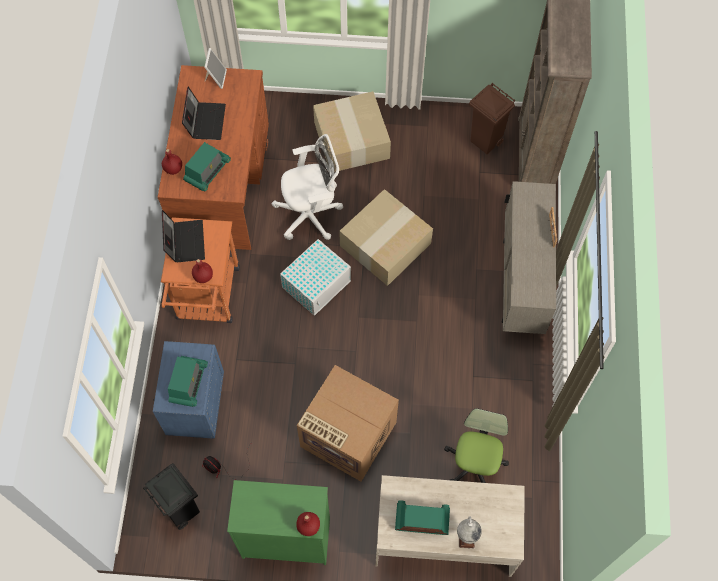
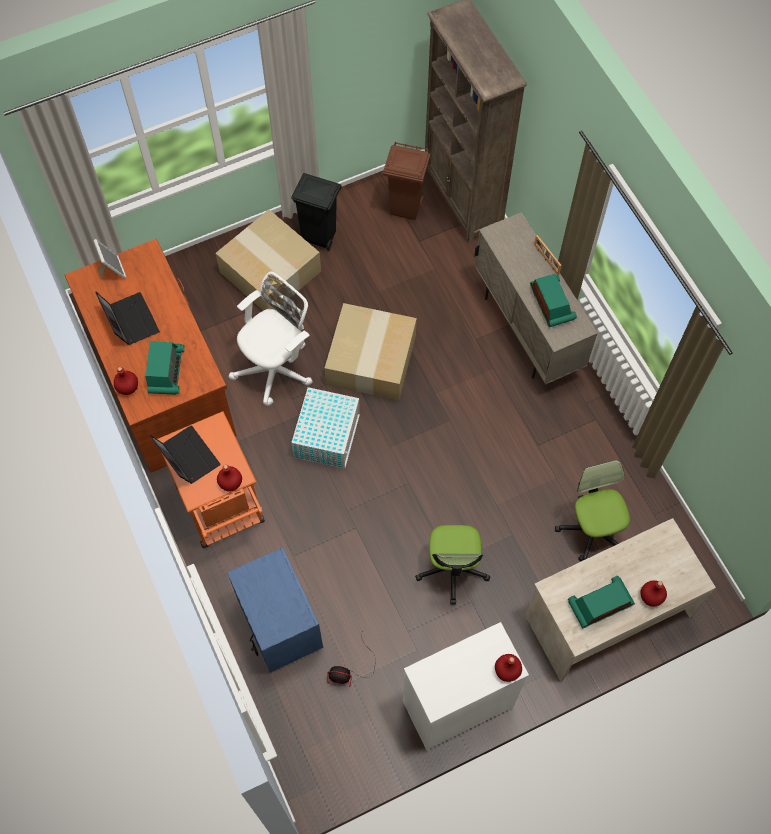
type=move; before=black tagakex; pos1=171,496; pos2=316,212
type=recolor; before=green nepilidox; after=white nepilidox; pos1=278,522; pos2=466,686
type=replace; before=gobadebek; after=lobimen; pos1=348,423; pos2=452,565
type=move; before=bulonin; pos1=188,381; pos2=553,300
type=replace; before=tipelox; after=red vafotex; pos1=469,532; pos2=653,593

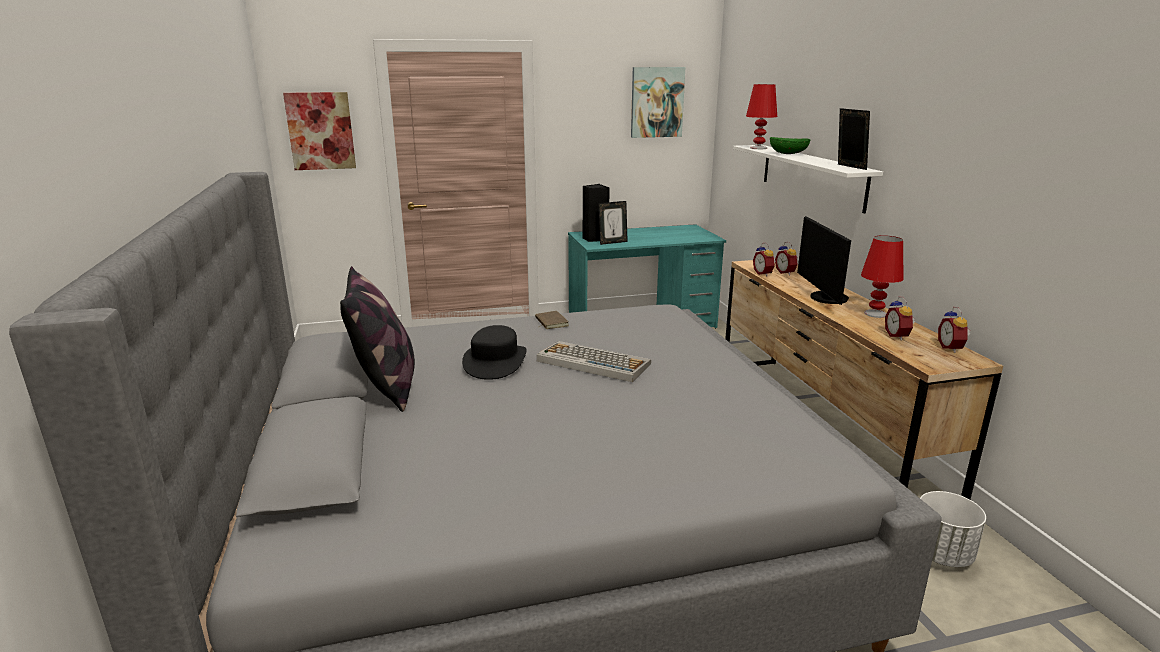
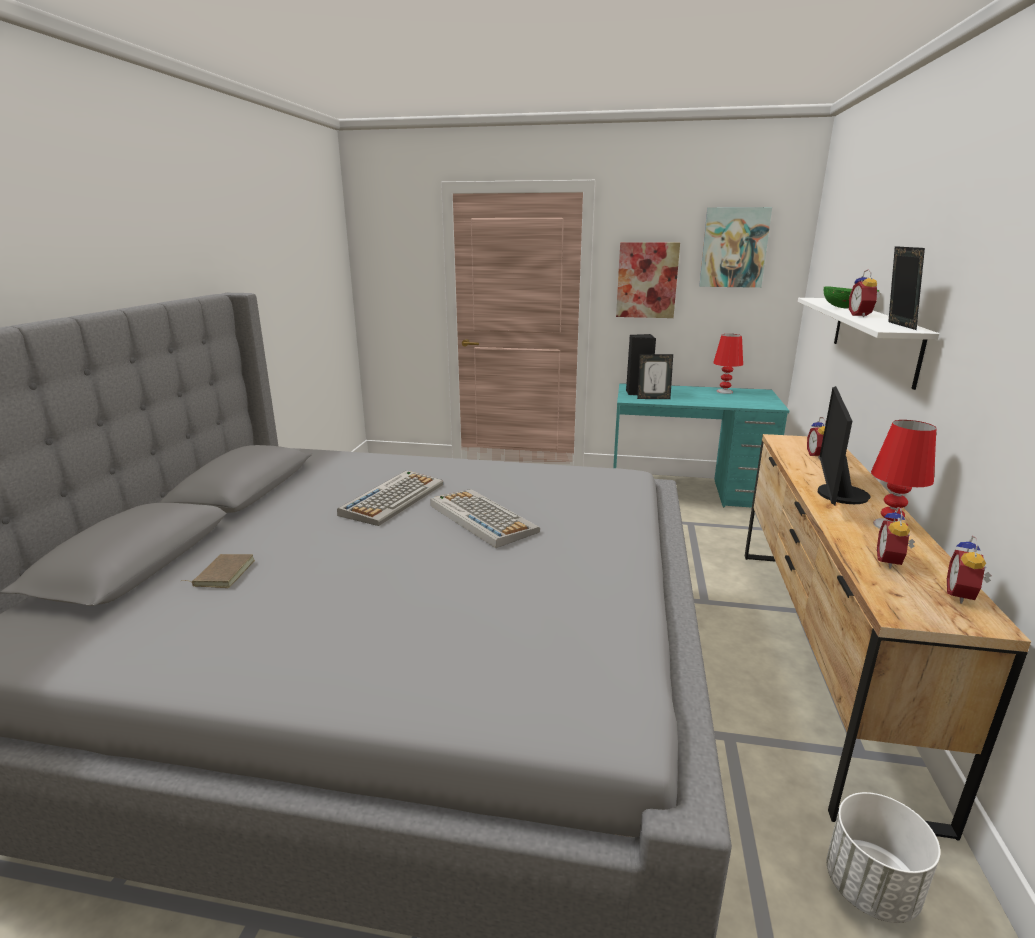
type=move; before=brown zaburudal; pos1=552,320; pos2=218,571
type=replace; before=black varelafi; after=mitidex; pos1=494,352; pos2=390,498
type=move; before=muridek; pos1=319,131; pos2=648,280
type=move; before=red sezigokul; pos1=761,116; pos2=728,364
type=move; before=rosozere; pos1=764,259; pos2=864,293
type=delete; before=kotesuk; pos1=377,339

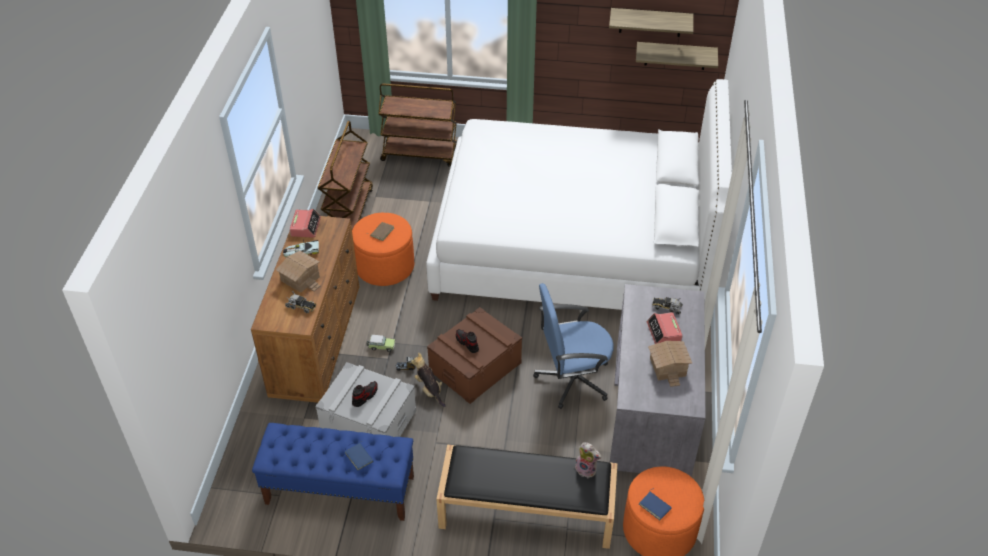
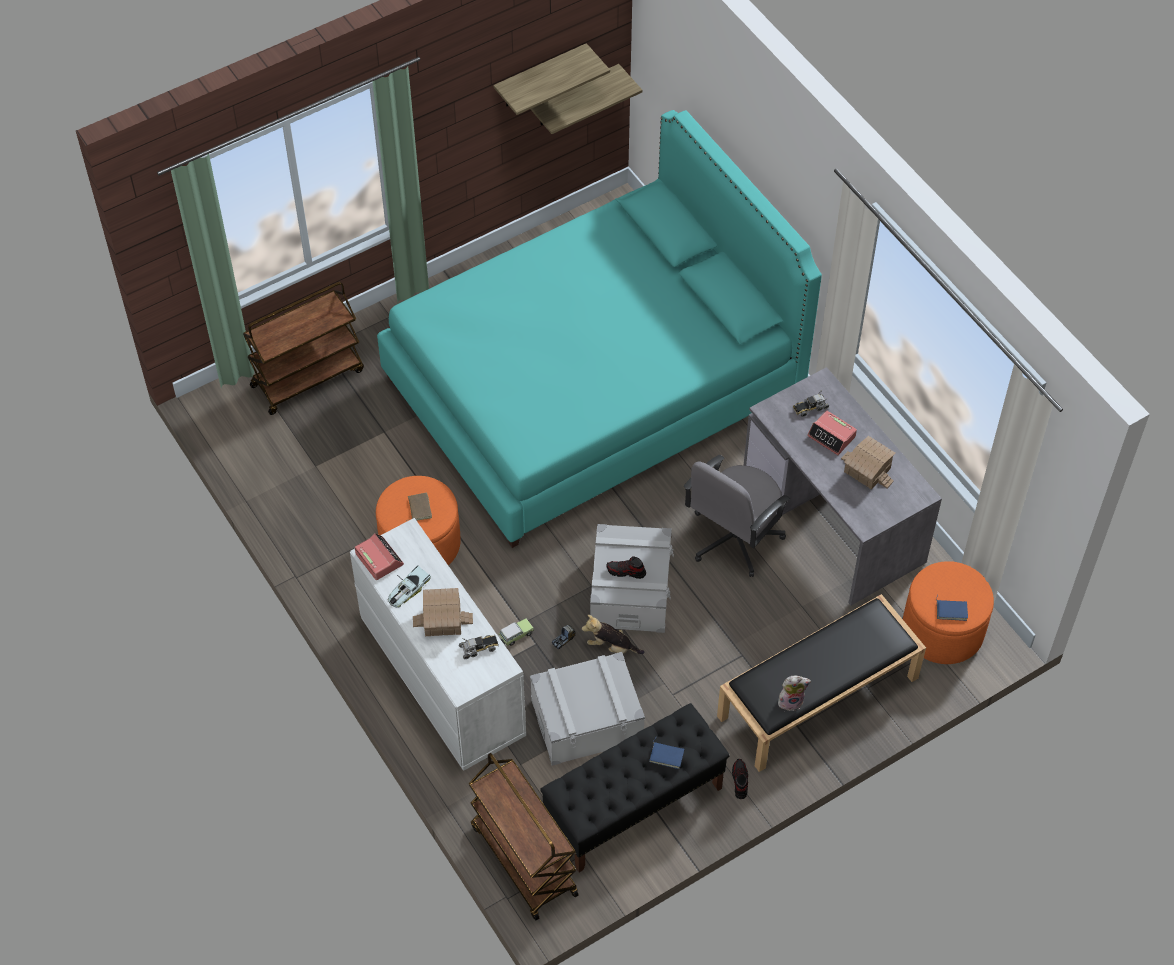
type=recolor; before=brown nepilidox; after=white nepilidox; pos1=305,309; pos2=438,644
type=recolor; before=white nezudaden; after=turquoise nezudaden; pos1=579,194; pos2=599,329
type=move; before=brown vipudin; pos1=345,175; pos2=523,836
type=recolor; before=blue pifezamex; after=black pifezamex; pos1=333,472; pos2=635,787
type=recolor; before=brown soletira; after=grey soletira; pos1=474,355; pos2=632,578
type=recolor; before=blue lobimen; after=grey lobimen; pos1=573,346; pos2=737,516
type=move; before=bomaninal; pos1=365,394; pos2=740,779
type=move; before=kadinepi; pos1=588,460; pos2=794,693

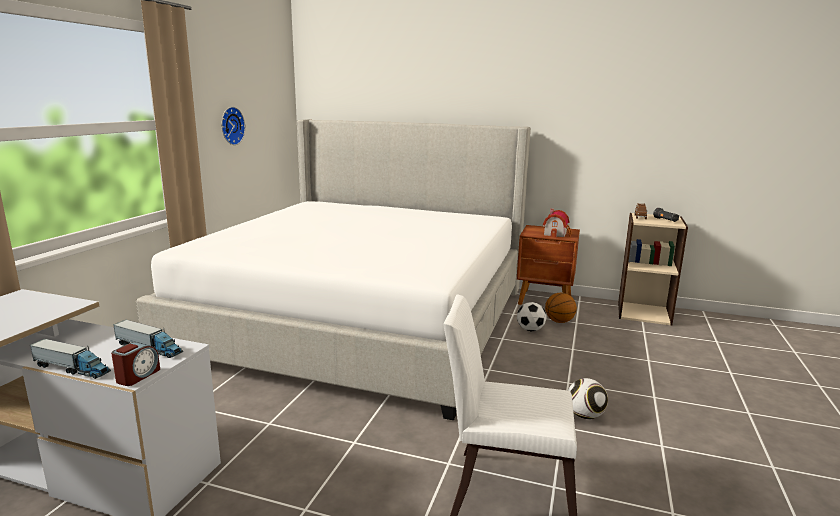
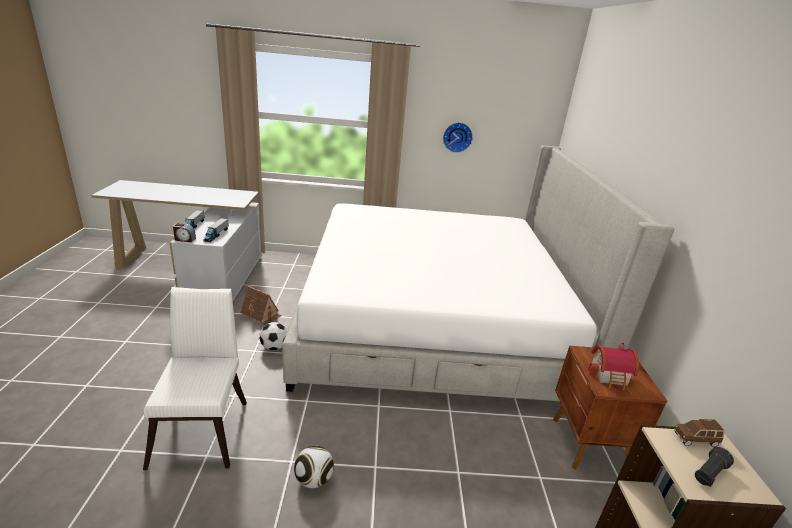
type=insert; after=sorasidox; pos2=260,305
type=move; before=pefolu; pos1=532,316; pos2=273,336
type=delete; before=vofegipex; pos1=561,308

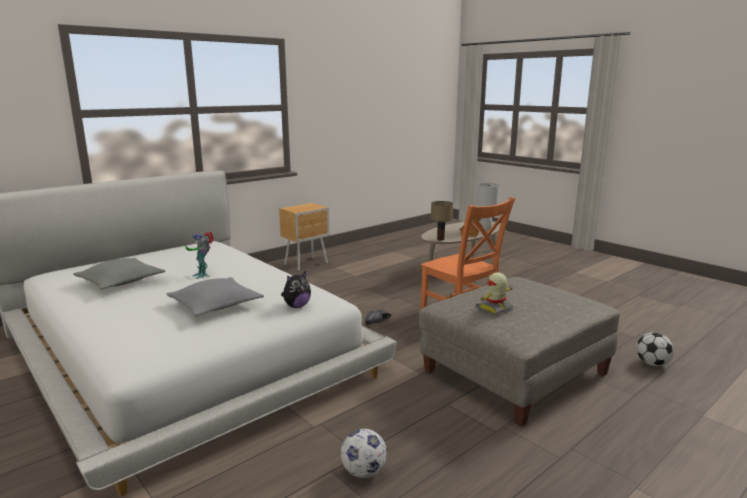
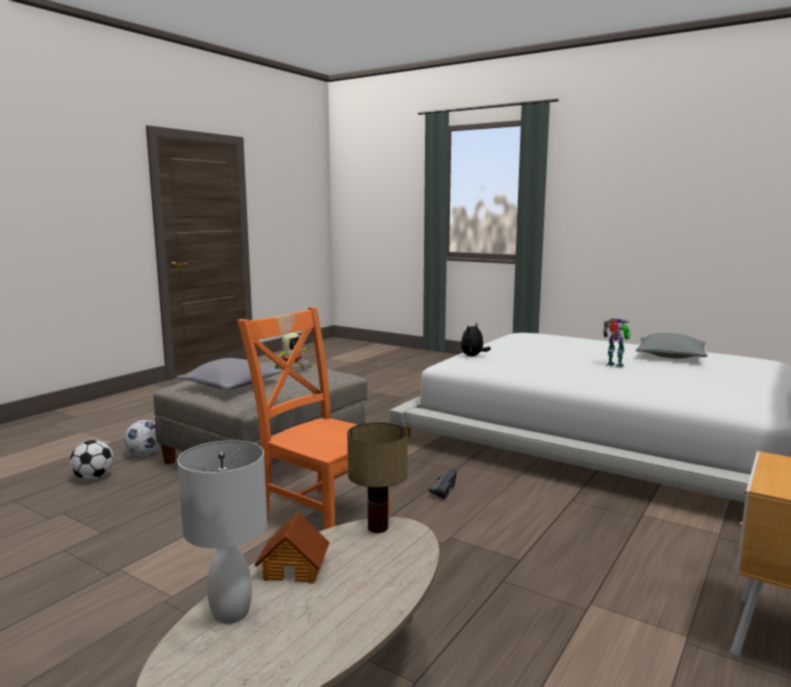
type=move; before=pefolu; pos1=364,453; pos2=142,438
type=move; before=grey kotesuk; pos1=215,297; pos2=229,374

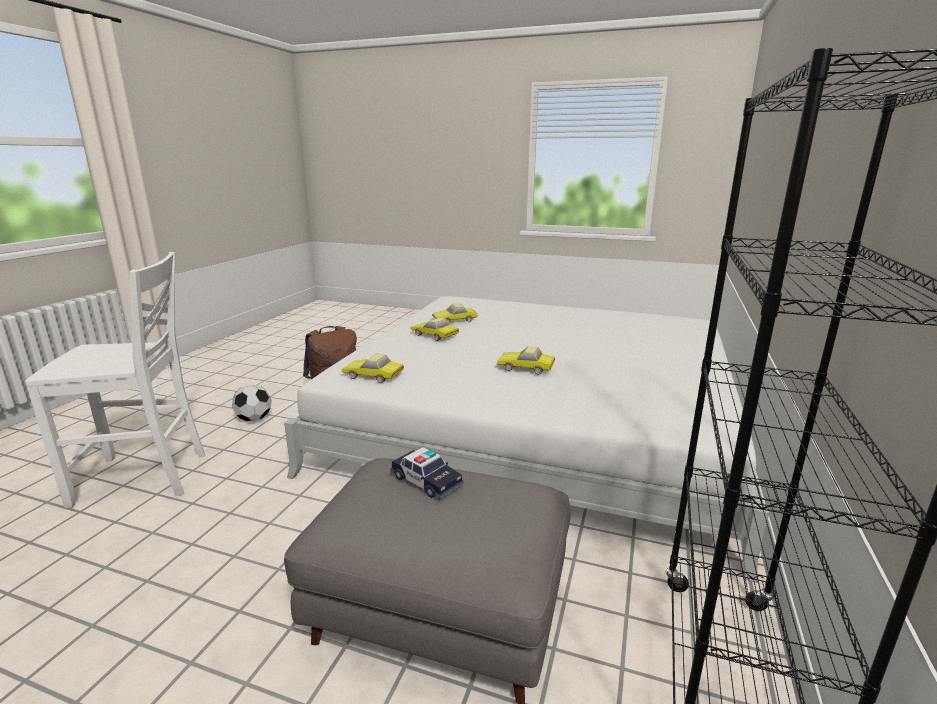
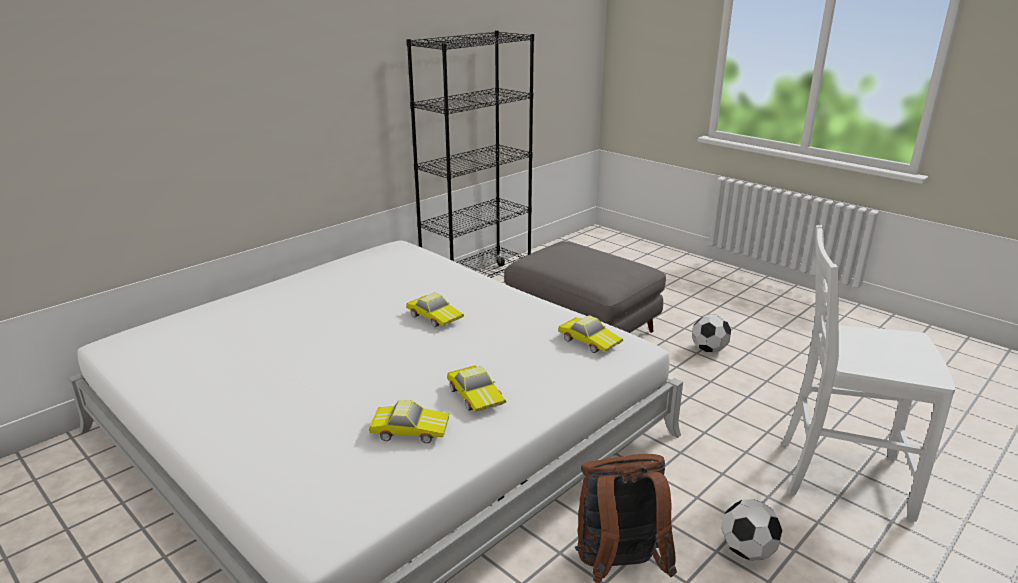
type=insert; after=pefolu; pos2=711,333
type=delete; before=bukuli; pos1=427,473

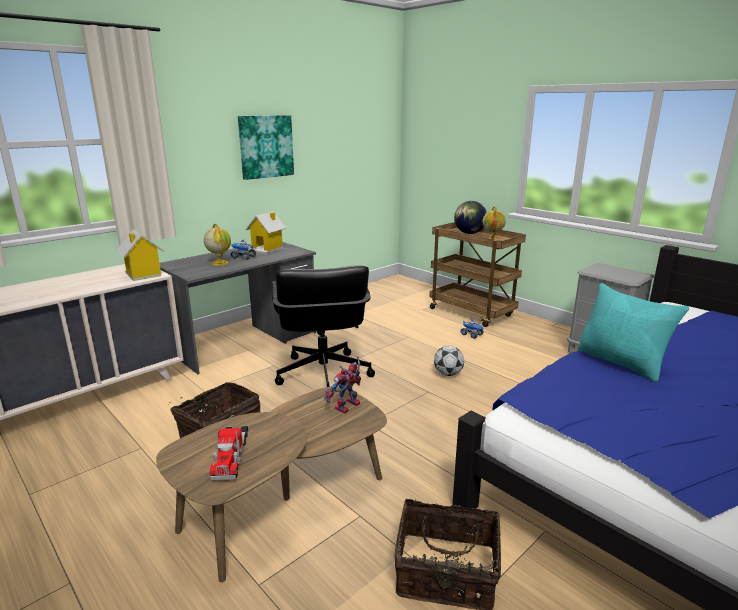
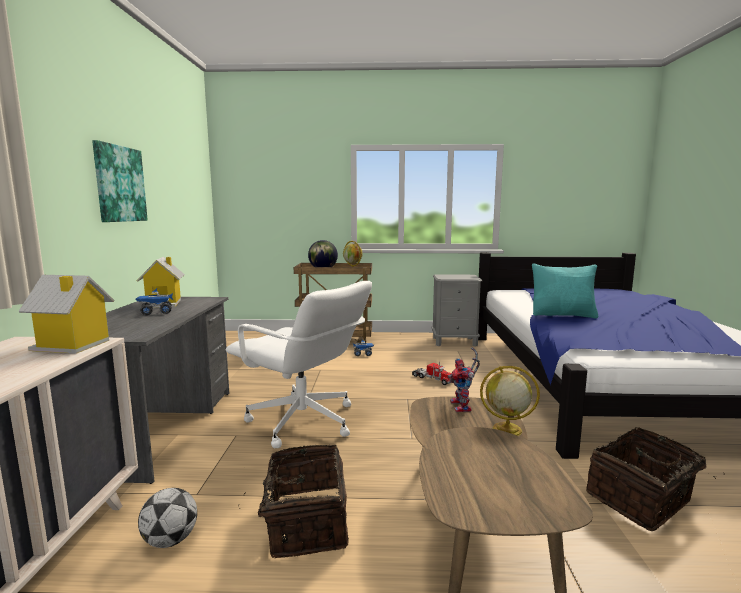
type=move; before=pefolu; pos1=449,361; pos2=167,518
type=recolor; before=black lobimen; after=white lobimen; pos1=323,326; pos2=299,364
type=move; before=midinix; pos1=229,452; pos2=431,373
type=move; before=tipelox; pos1=217,245; pos2=510,401

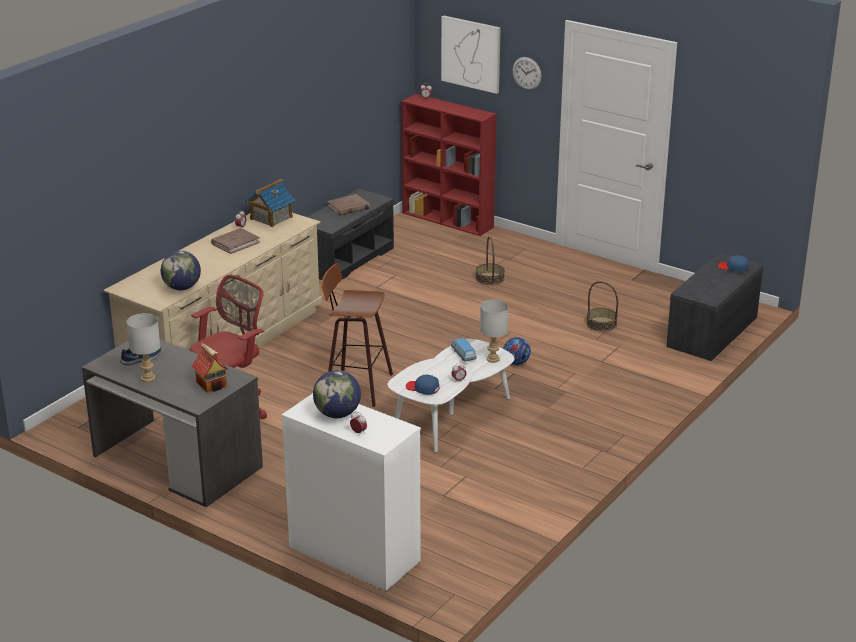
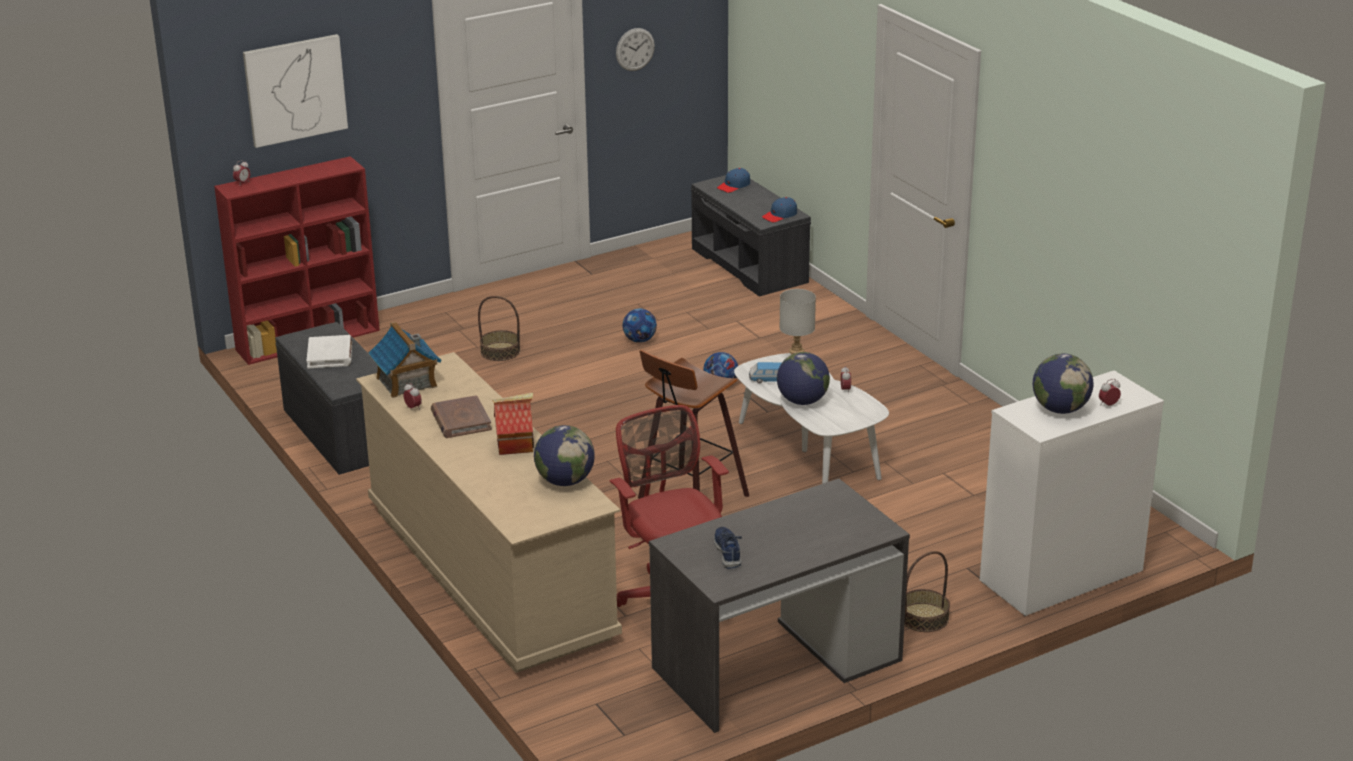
type=recolor; before=brown zaburudal; after=white zaburudal; pos1=348,205; pos2=329,351
type=move; before=sorasidox; pos1=210,368; pos2=513,424
type=move; before=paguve; pos1=527,73; pos2=635,49
type=insert; after=pefolu; pos2=640,325
type=move; before=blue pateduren; pos1=422,385; pos2=779,209
type=insert; after=tipelox; pos2=803,378
type=move; before=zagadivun; pos1=602,306; pos2=927,591
type=delete; before=grey sezigokul; pos1=143,347

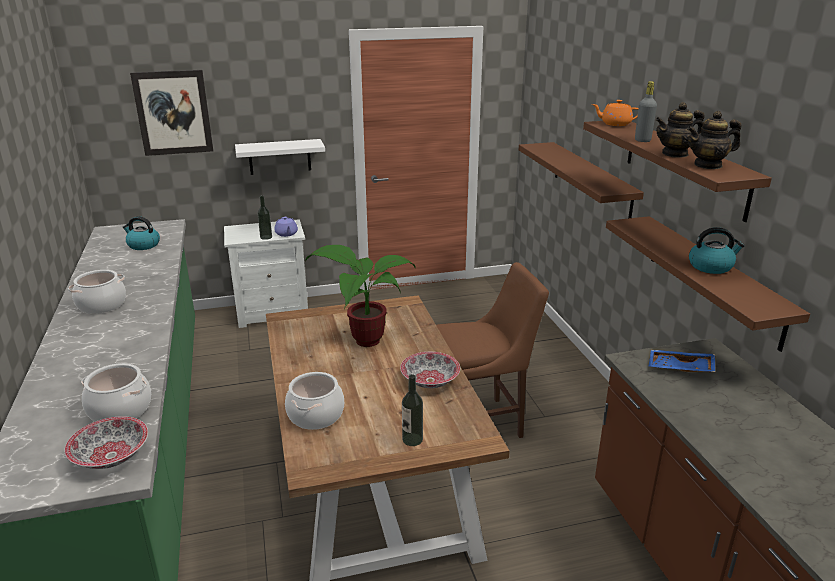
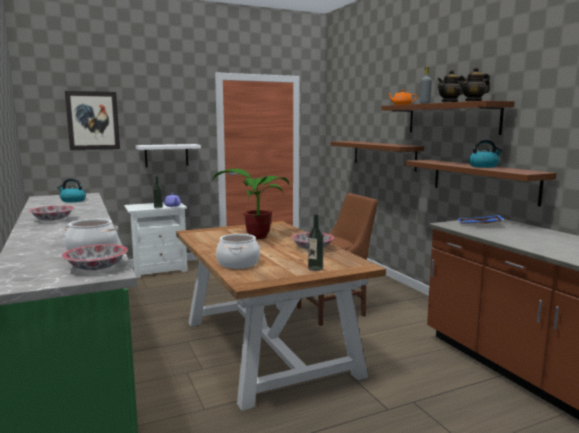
type=replace; before=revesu; after=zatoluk; pos1=97,292; pos2=51,212

